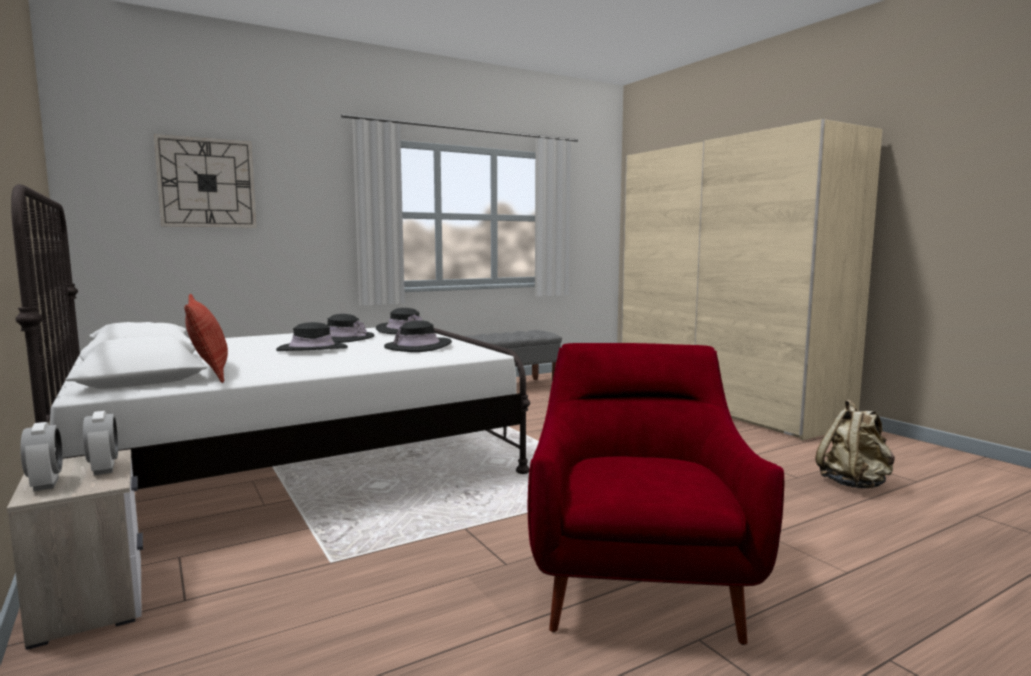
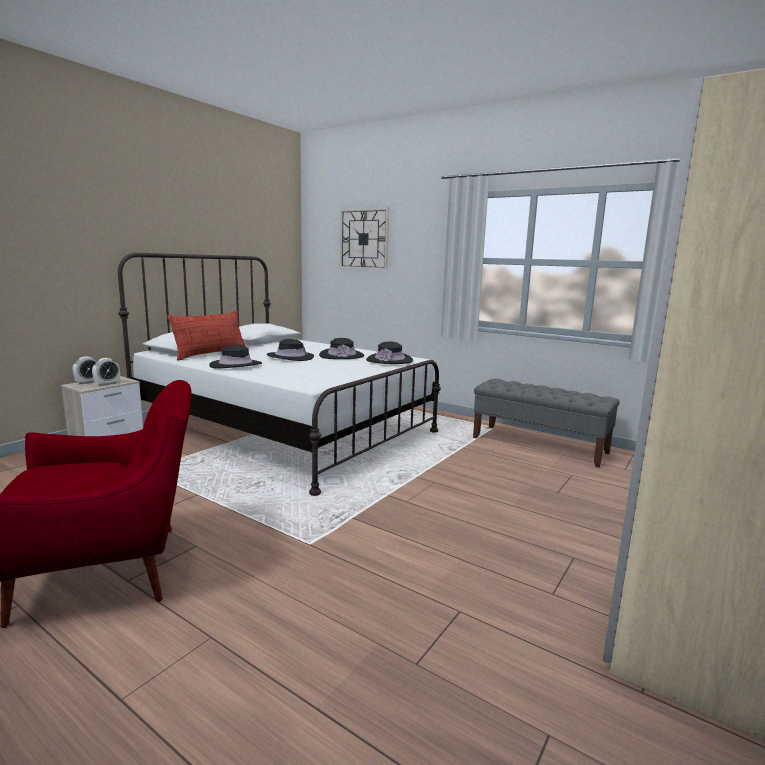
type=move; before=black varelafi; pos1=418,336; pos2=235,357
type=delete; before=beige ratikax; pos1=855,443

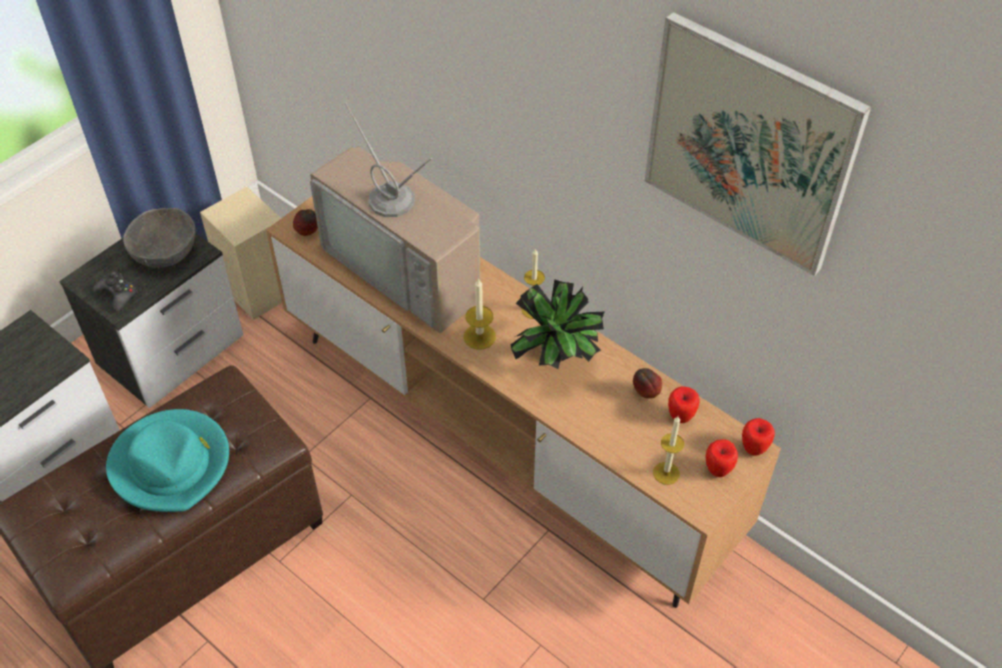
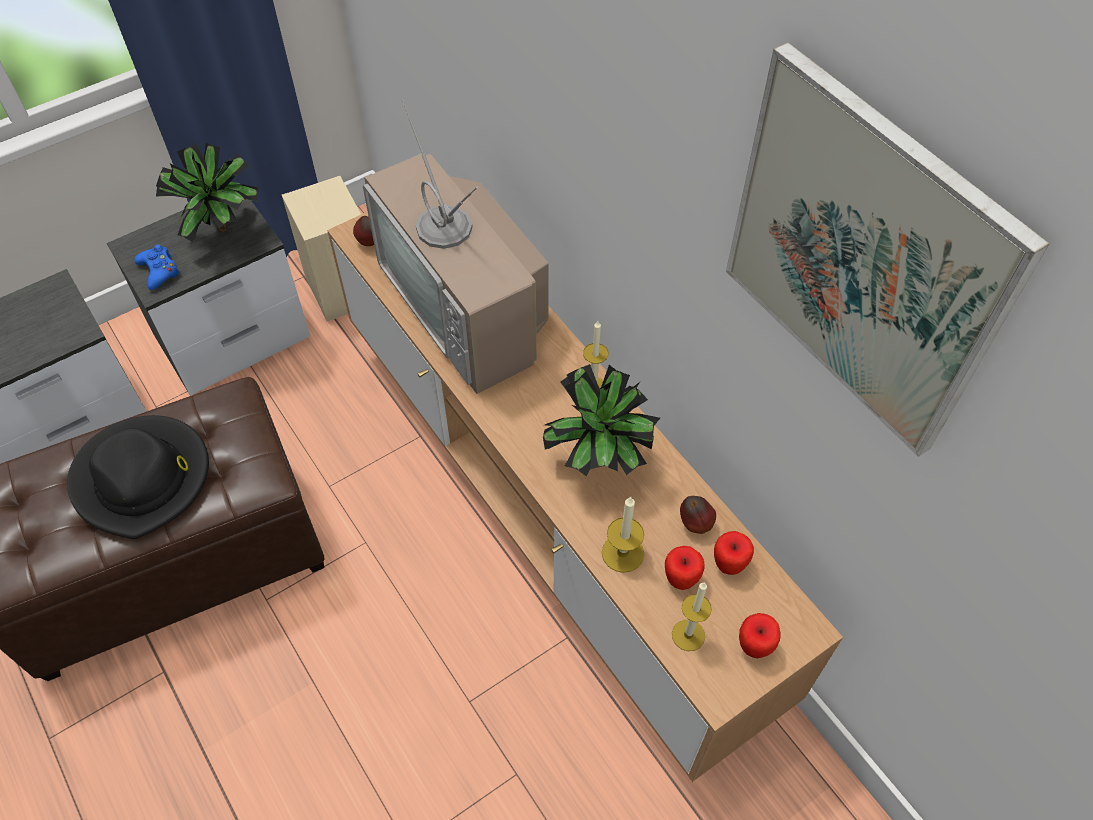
type=recolor; before=turquoise varelafi; after=black varelafi; pos1=167,460; pos2=138,477
type=recolor; before=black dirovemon; after=blue dirovemon; pos1=115,291; pos2=157,267
type=replace; before=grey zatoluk; after=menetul; pos1=159,238; pos2=207,192
type=move; before=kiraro; pos1=480,314; pos2=623,535
type=move; before=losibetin; pos1=758,437; pos2=684,568

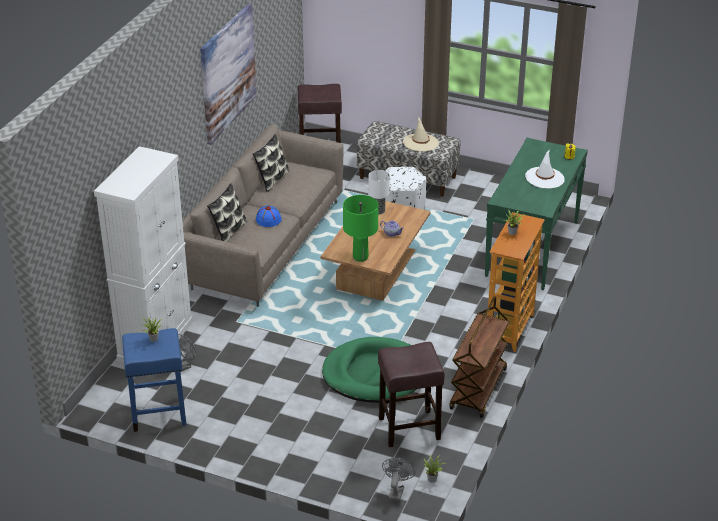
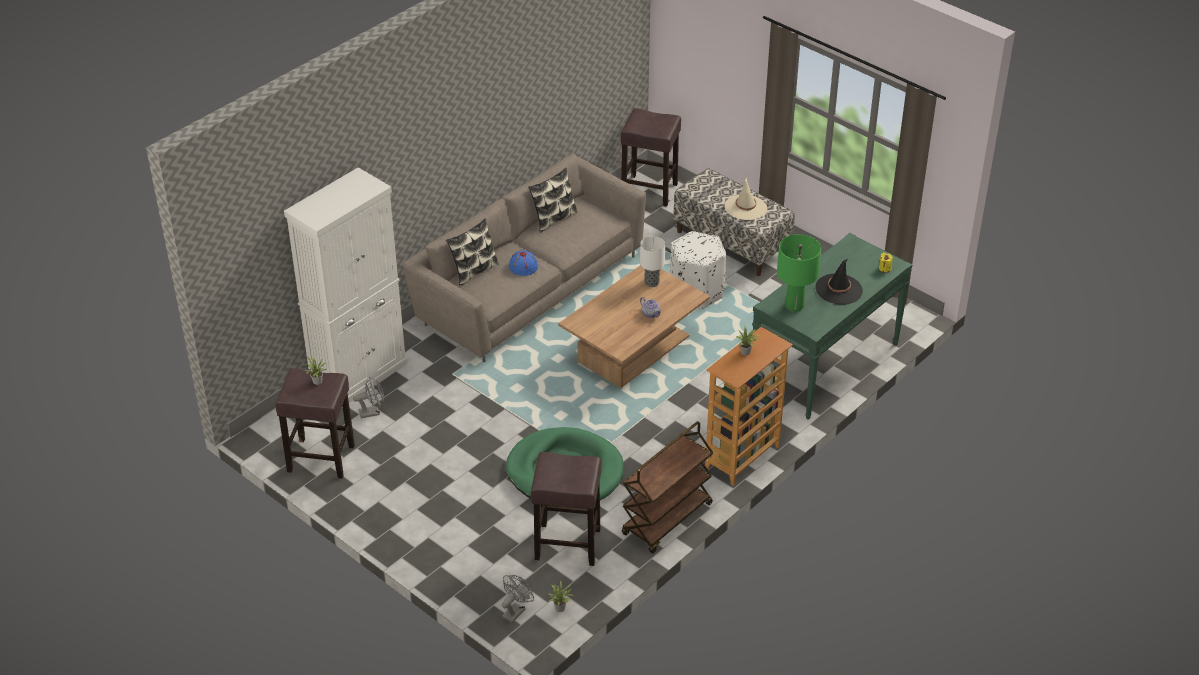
type=recolor; before=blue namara; after=brown namara; pos1=154,380; pos2=315,423
type=move; before=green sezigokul; pos1=360,228; pos2=799,273
type=recolor; before=white varelafi; after=black varelafi; pos1=545,169; pos2=839,282
type=delete; before=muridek; pos1=228,74

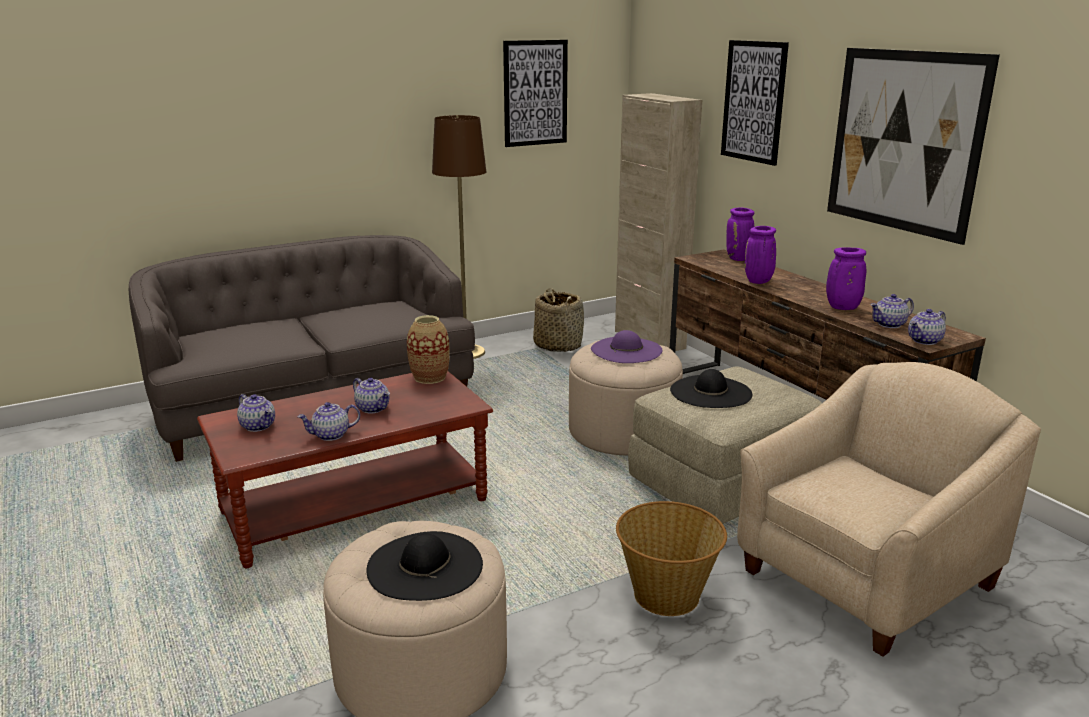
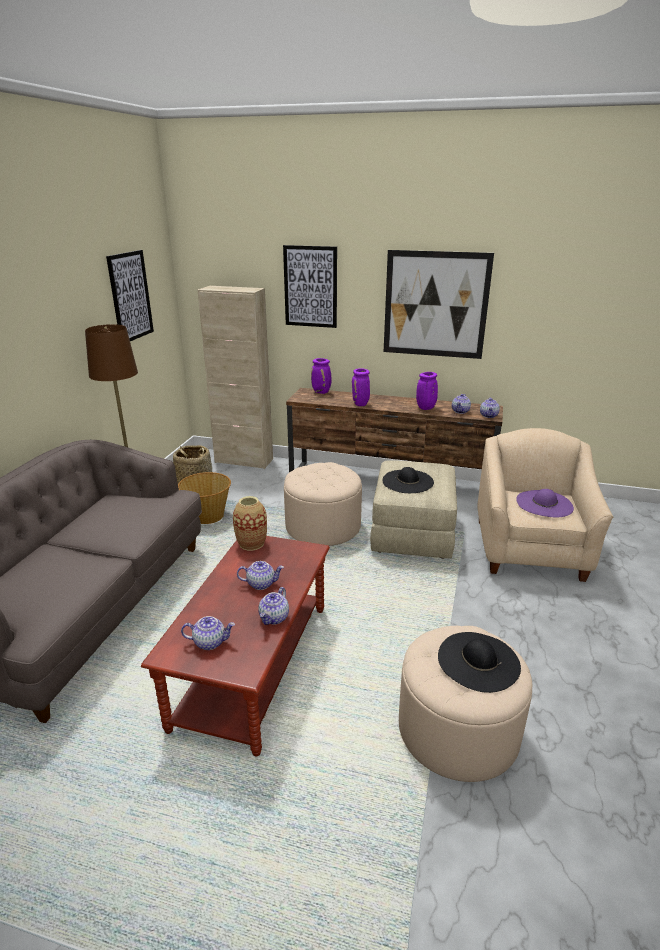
type=move; before=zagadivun; pos1=671,558; pos2=204,498
type=move; before=purple varelafi; pos1=626,346; pos2=545,503

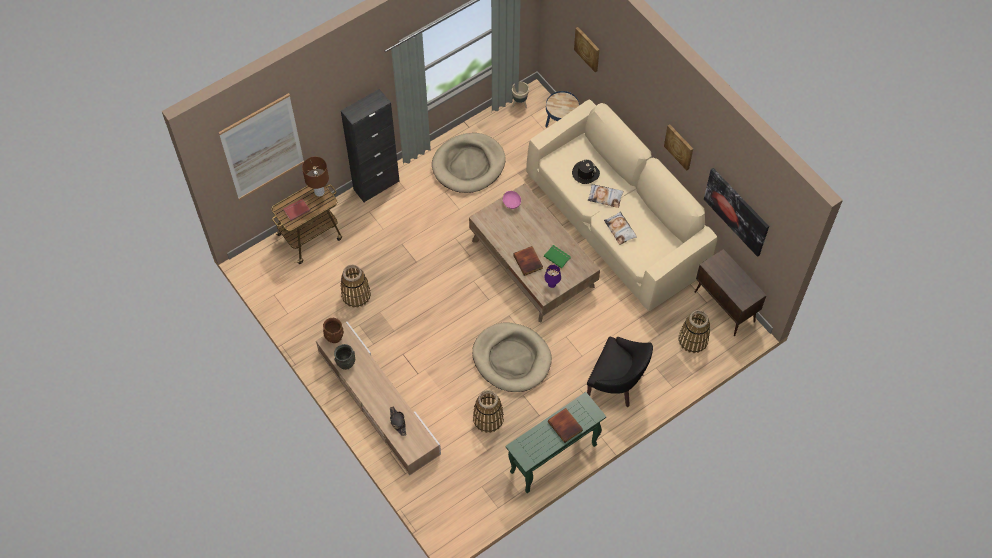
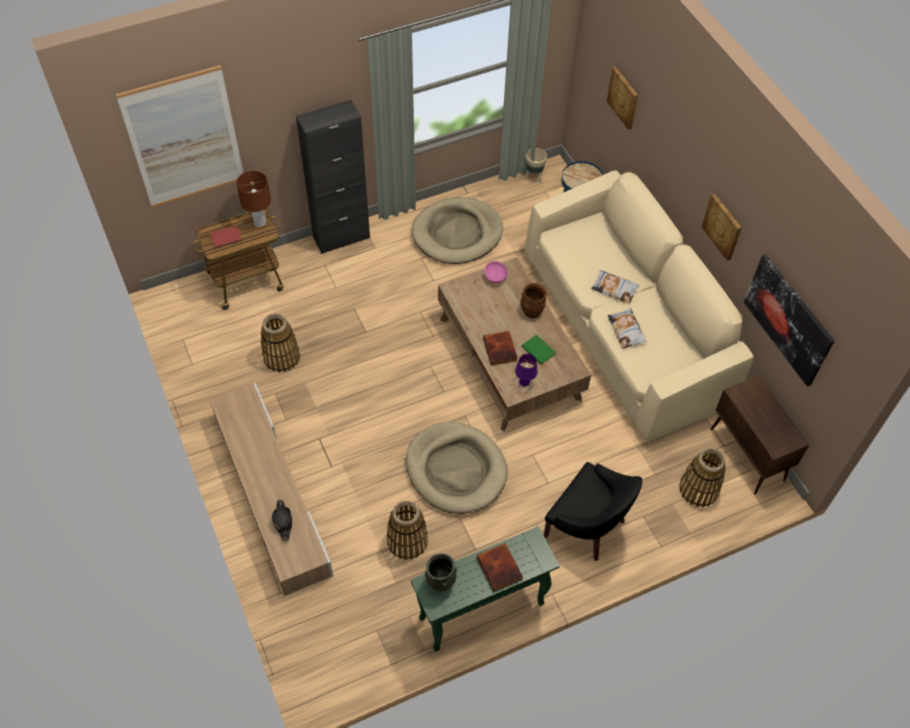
type=move; before=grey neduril; pos1=344,357; pos2=441,572
type=move; before=brown neduril; pos1=333,330; pos2=533,300
type=delete; before=black varelafi; pos1=586,172

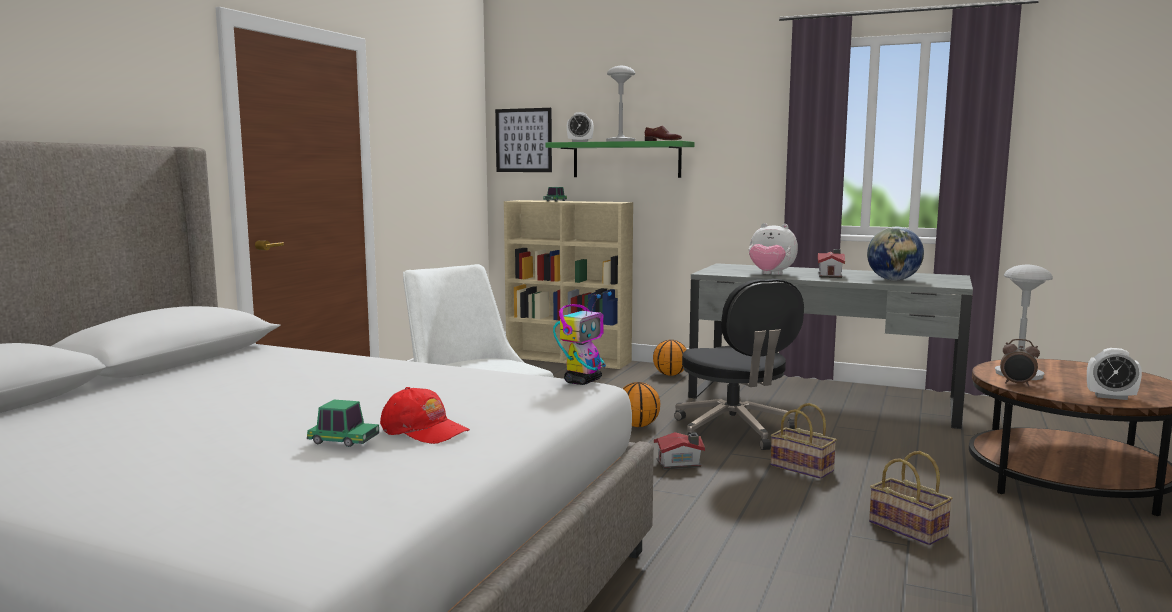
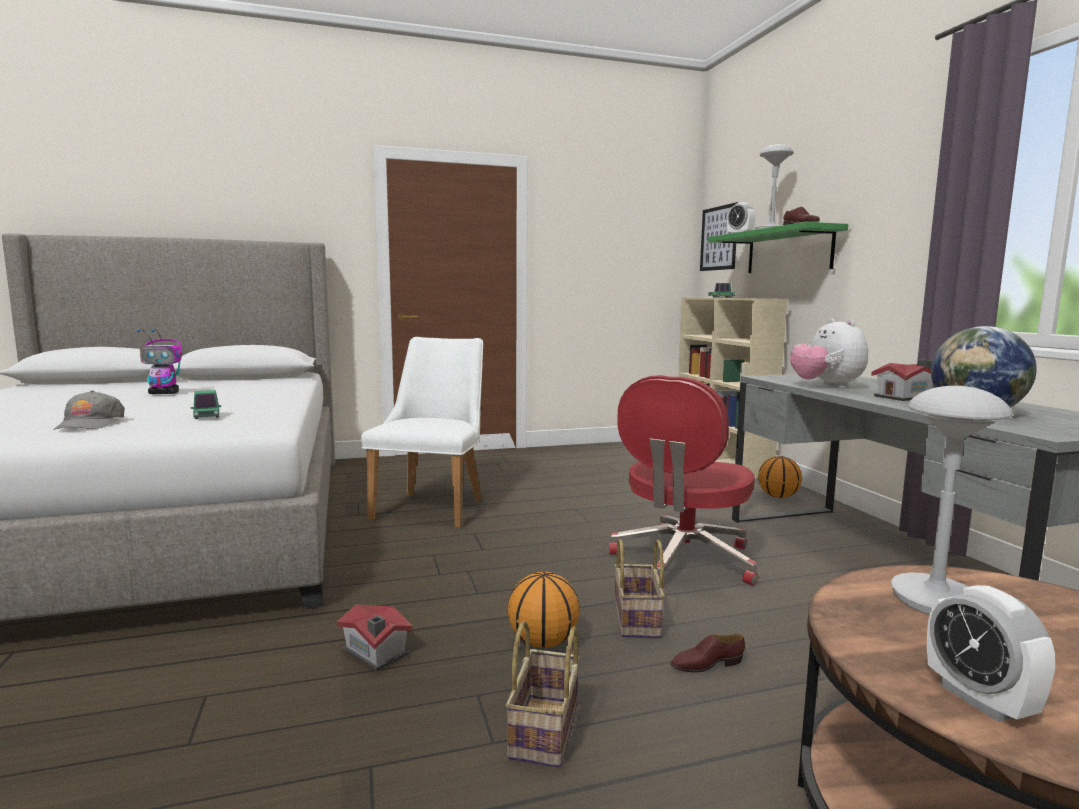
type=recolor; before=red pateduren; after=grey pateduren; pos1=425,415; pos2=89,410
type=move; before=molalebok; pos1=582,338; pos2=160,361
type=move; before=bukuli; pos1=343,423; pos2=206,404
type=move; before=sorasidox; pos1=679,451; pos2=375,638
type=move; before=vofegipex; pos1=641,404; pos2=544,610
type=recolor; before=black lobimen; after=red lobimen; pos1=739,364; pos2=683,482
type=insert; after=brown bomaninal; pos2=708,653
type=delete; before=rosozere; pos1=1020,363

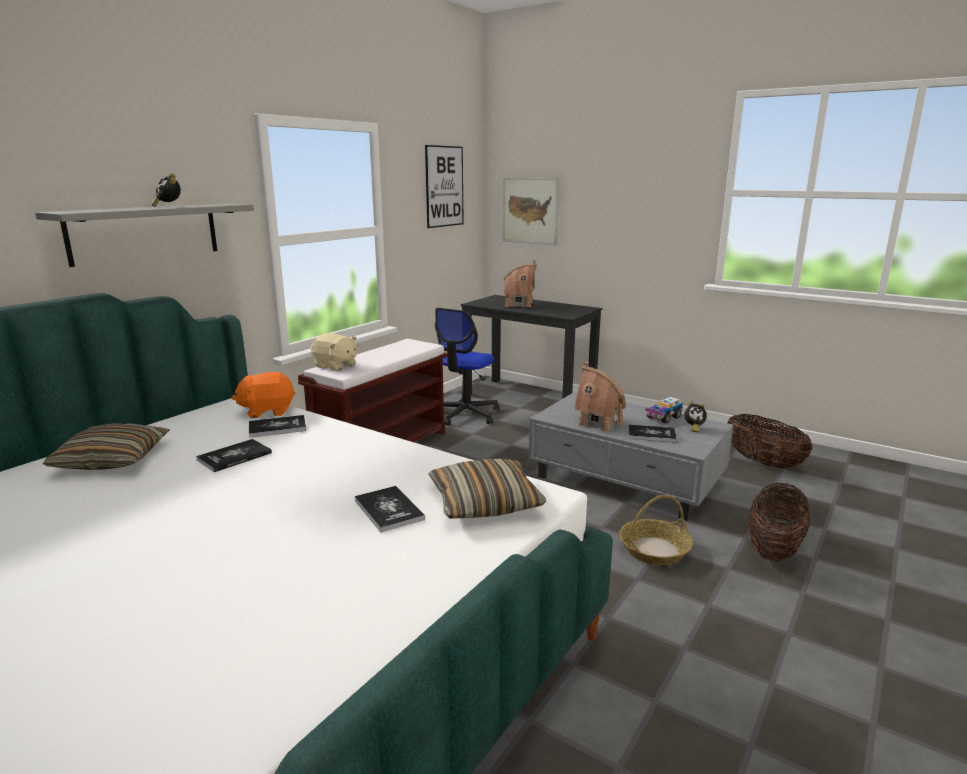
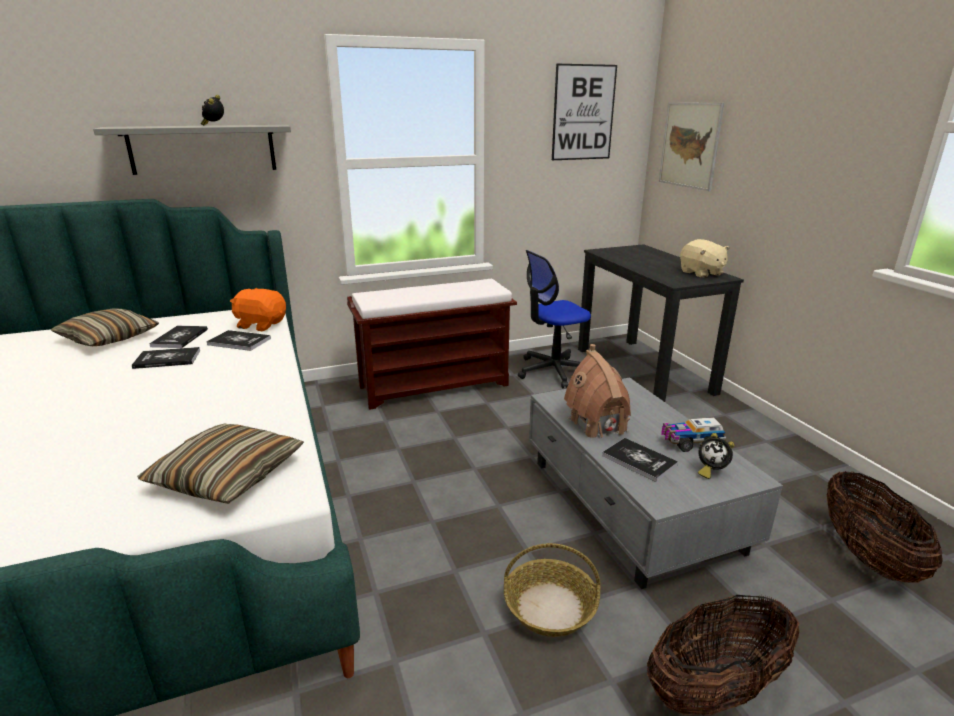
type=move; before=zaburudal; pos1=390,509; pos2=178,337
type=move; before=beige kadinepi; pos1=334,352; pos2=705,258
type=delete; before=sorasidox; pos1=520,283

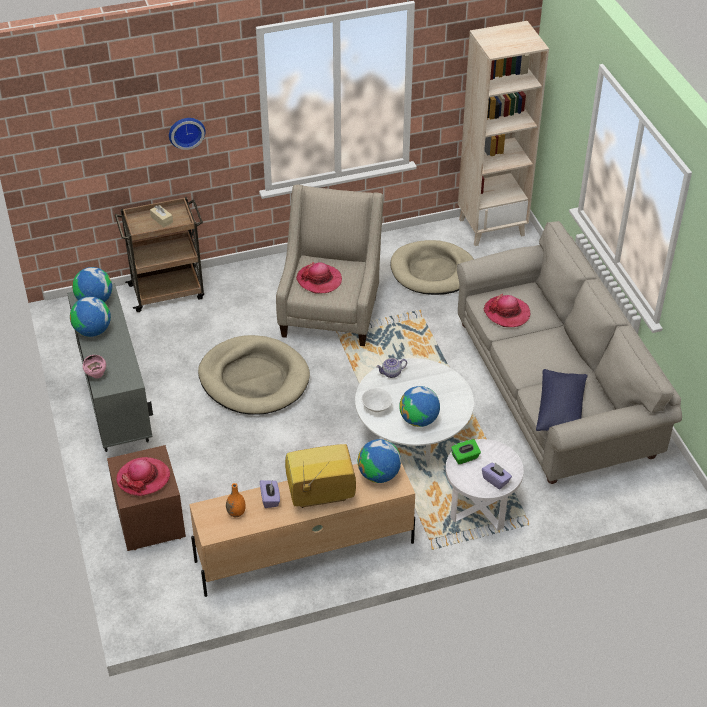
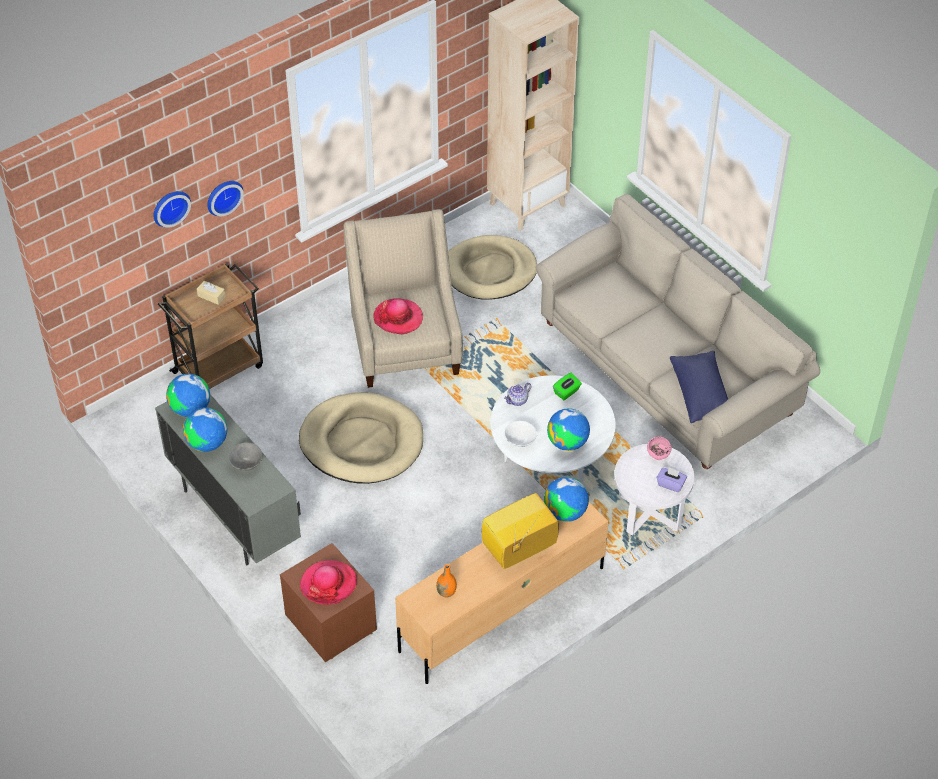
type=insert; after=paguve; pos2=172,209
type=insert; after=grey zatoluk; pos2=245,456
type=move; before=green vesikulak; pos1=466,451; pos2=567,386
type=move; before=pink zatoluk; pos1=94,367; pos2=659,448
type=delete; before=purple vesikulak; pos1=270,494
type=delete; before=varelafi; pos1=507,310

